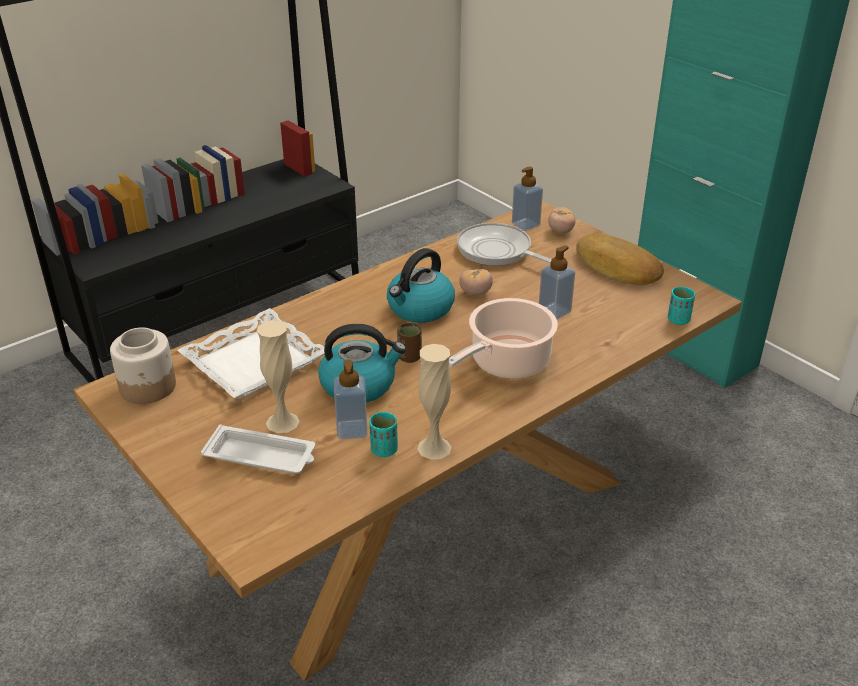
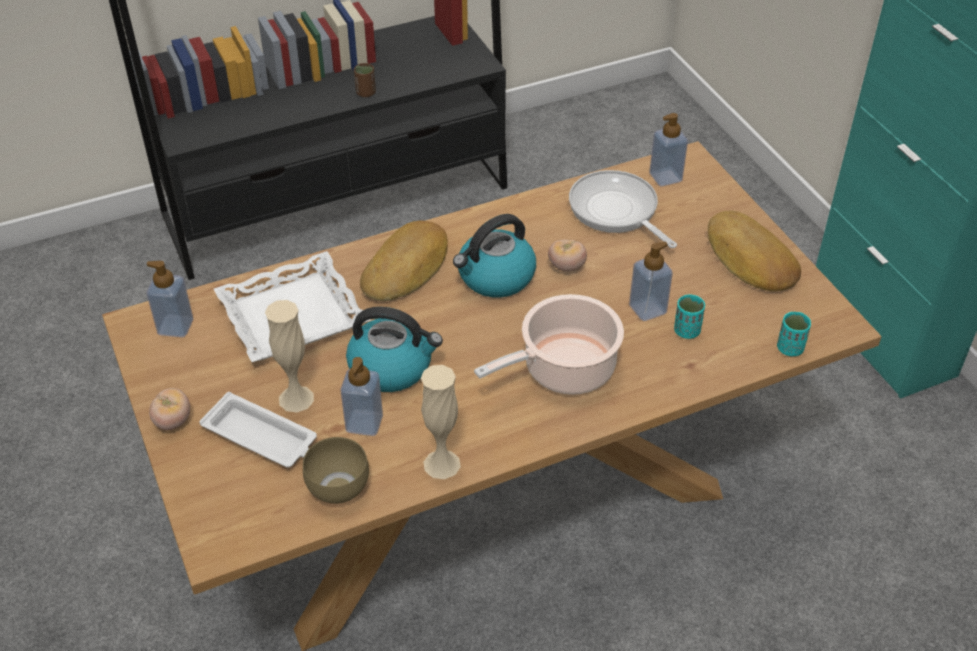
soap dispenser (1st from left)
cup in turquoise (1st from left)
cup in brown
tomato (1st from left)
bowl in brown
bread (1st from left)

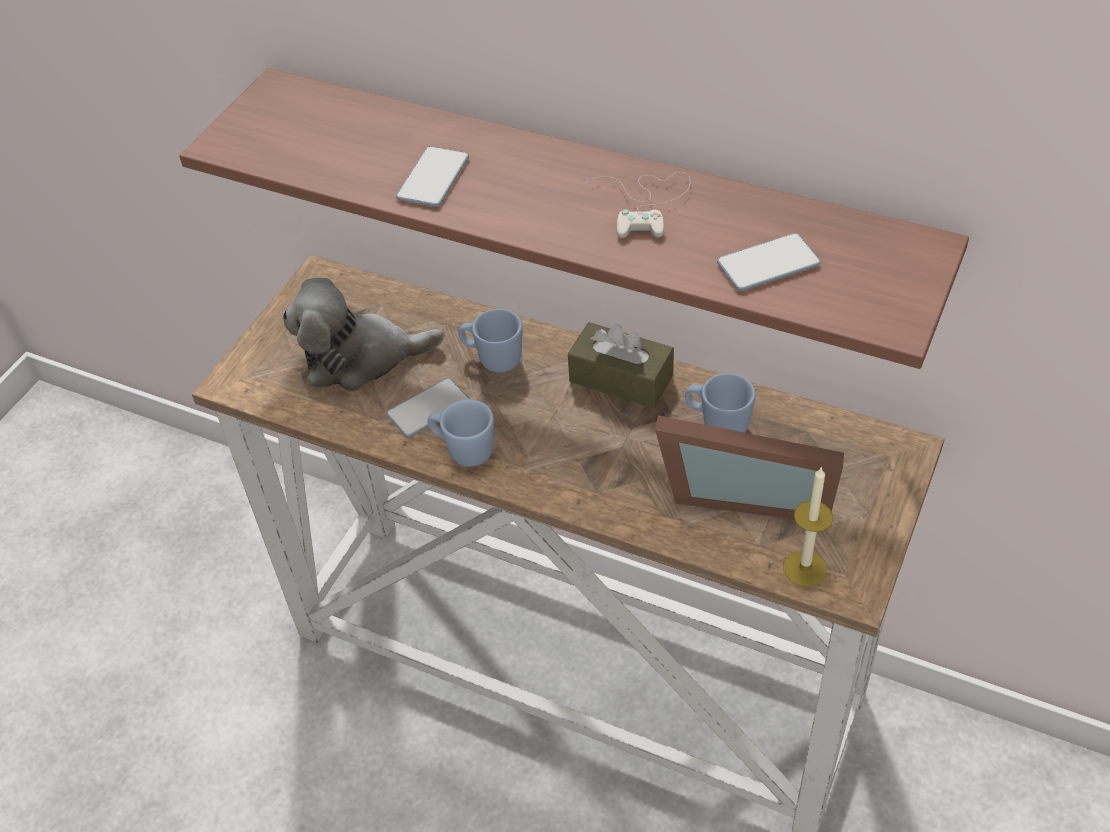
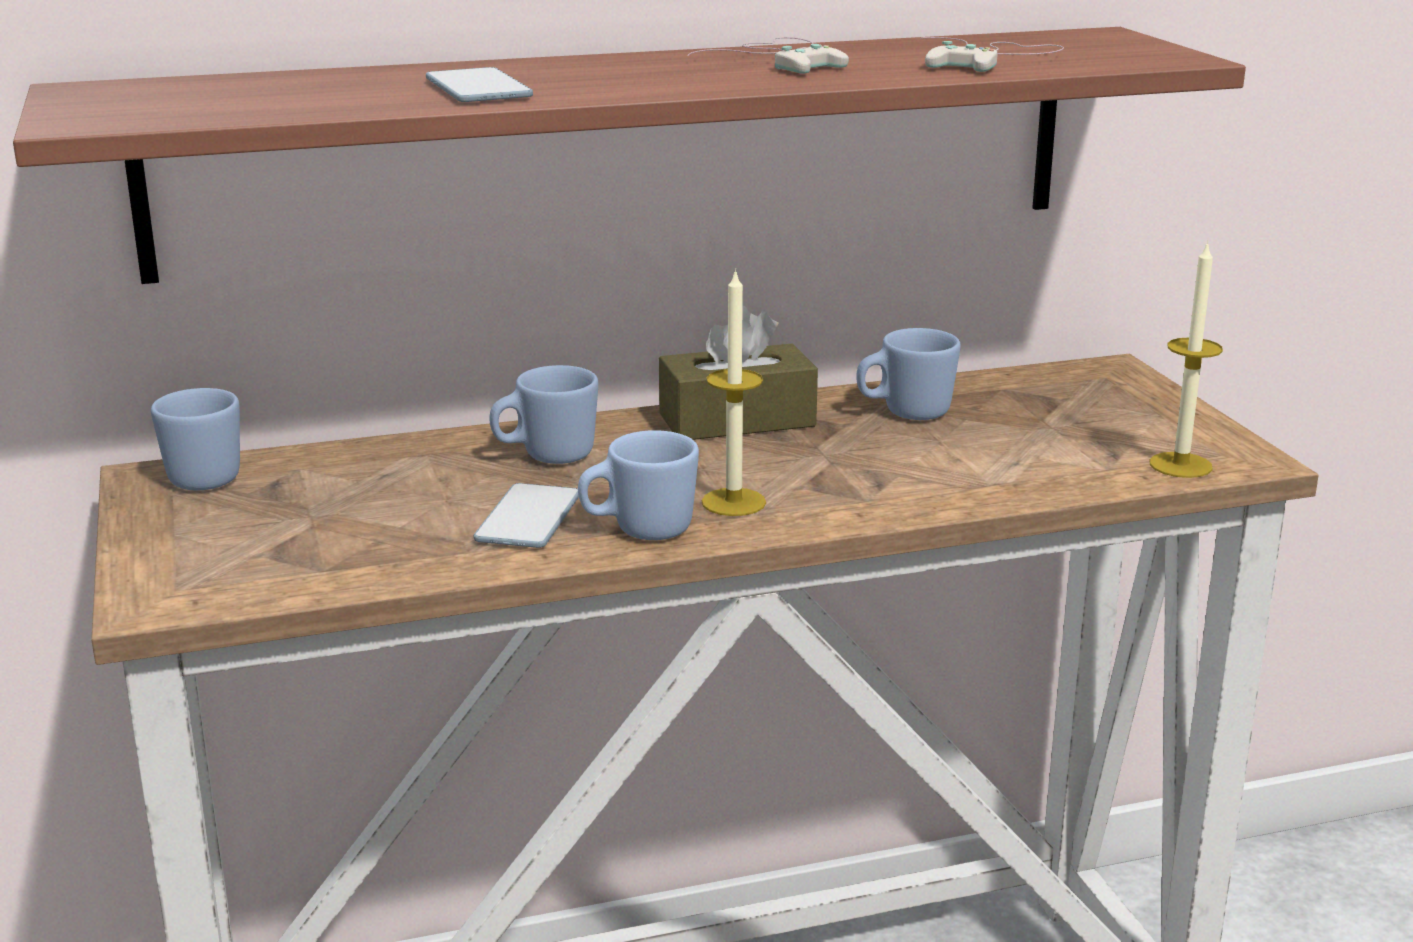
plush toy
picture frame
game controller in white (2nd from left)
mug in blue (1st from left)
candle (1st from left)

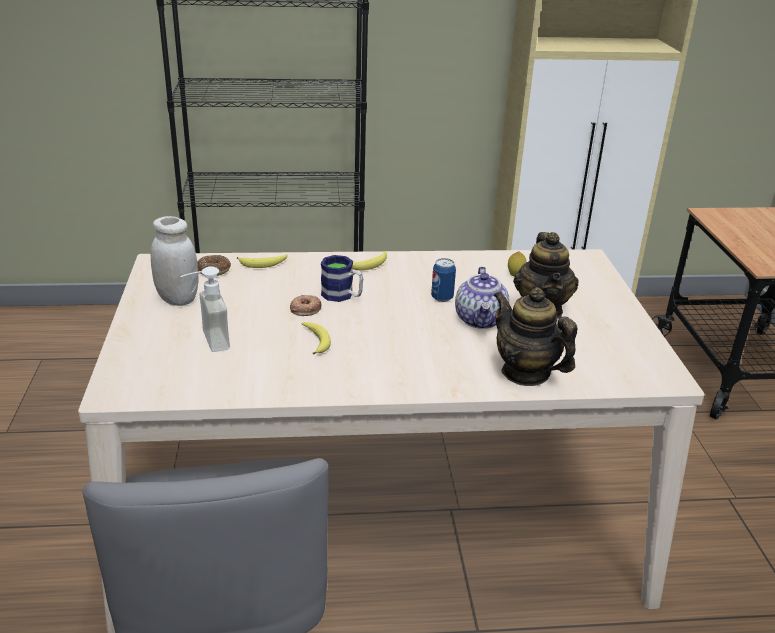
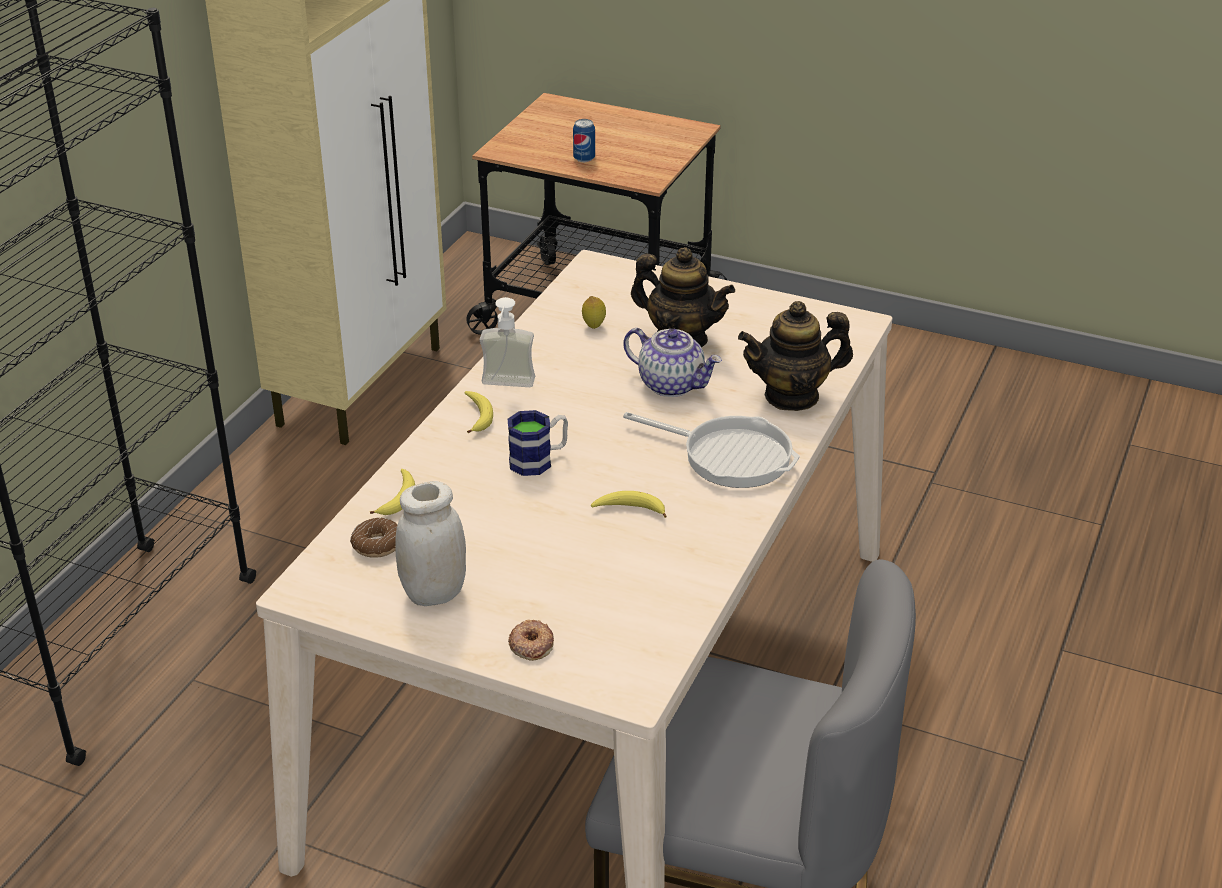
soap dispenser
donut (2nd from left)
can
frying pan

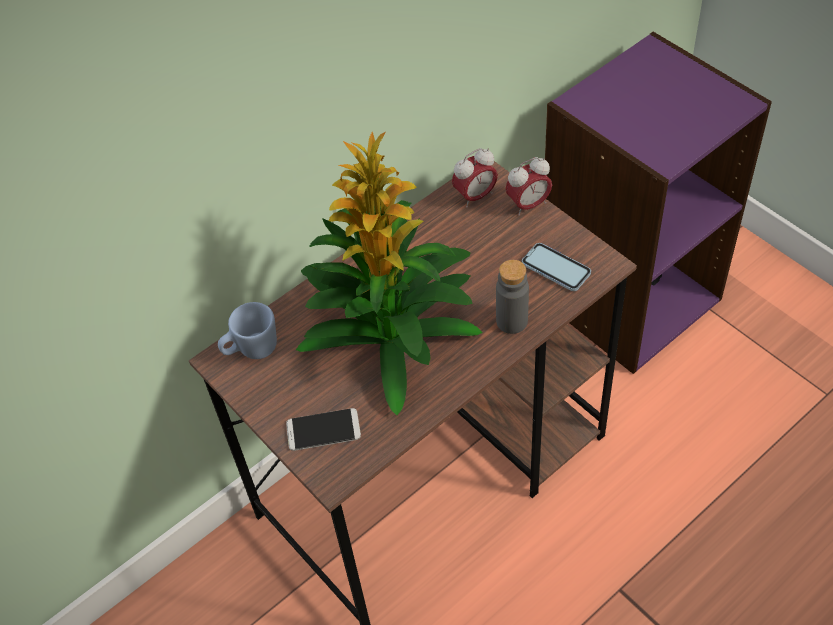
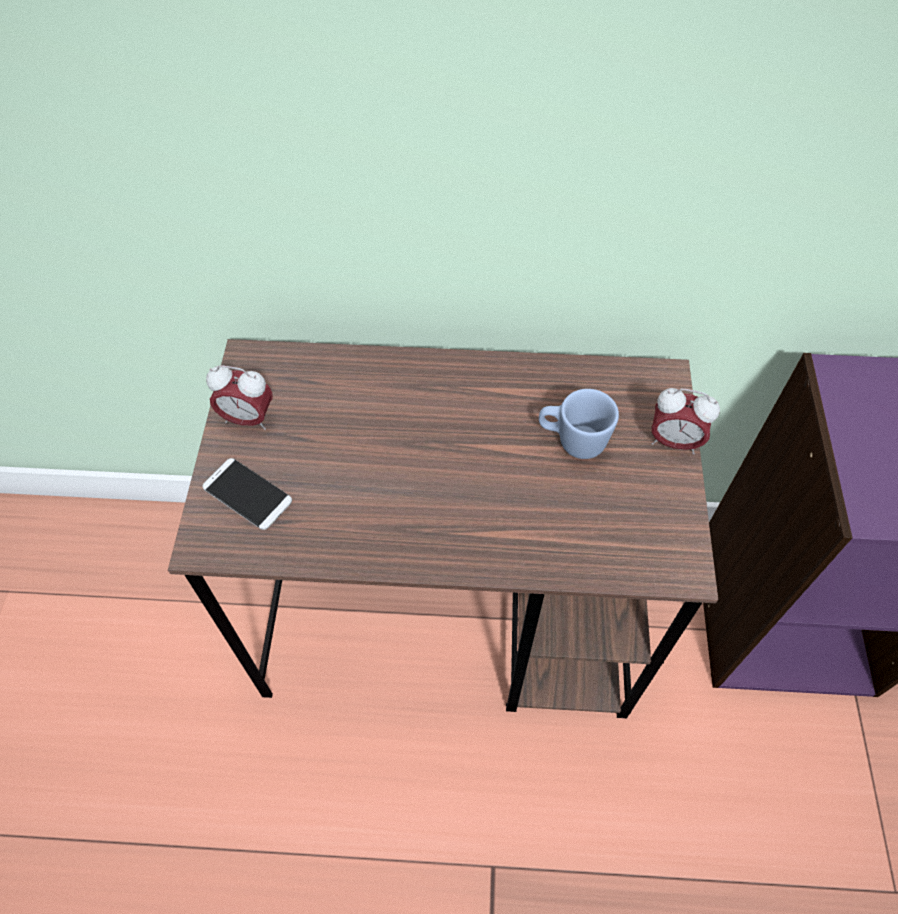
mug in blue
potted plant
alarm clock (1st from left)
bottle in grey
phone (2nd from left in the first image)

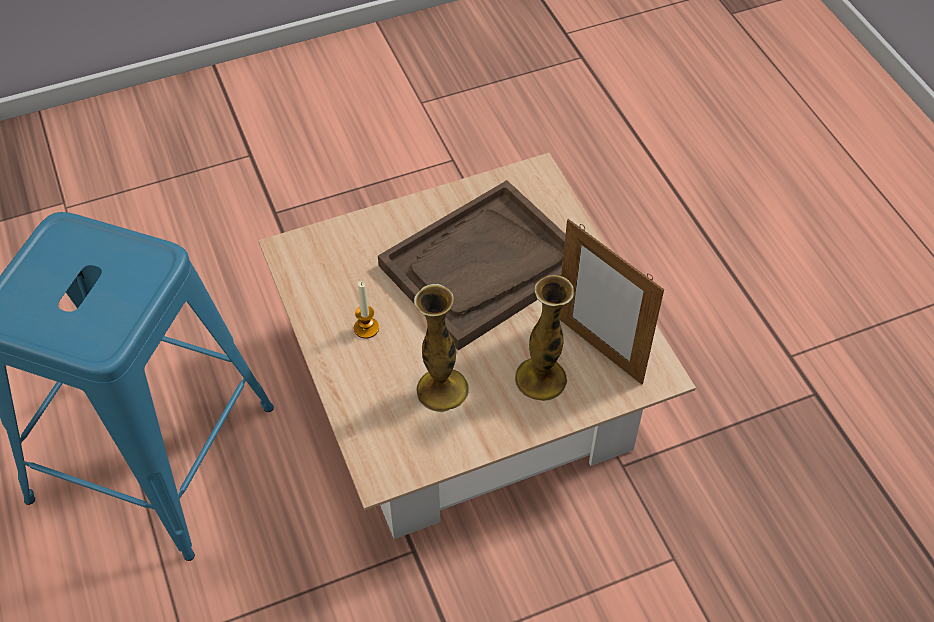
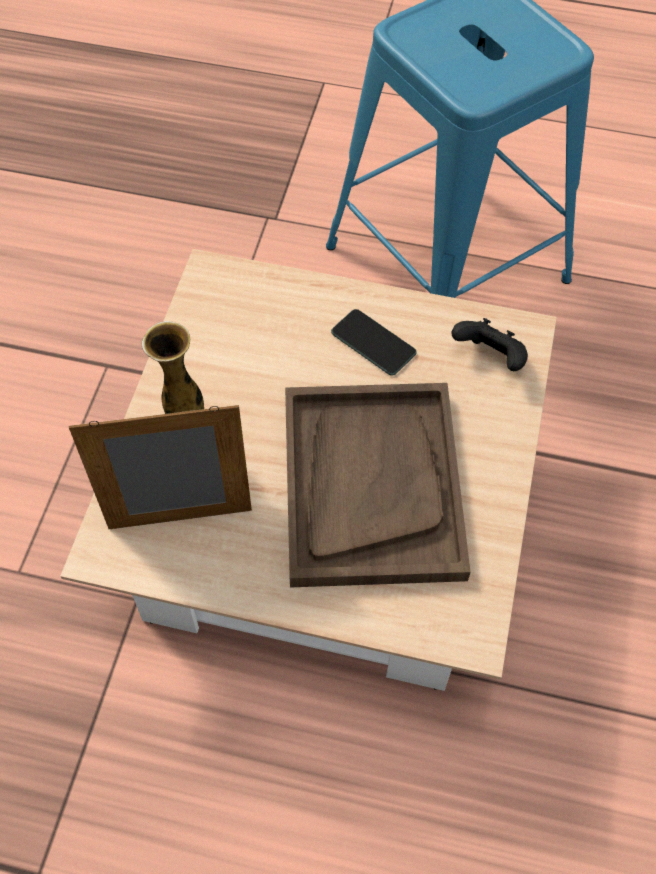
phone
vase (1st from left in the first image)
game controller in black

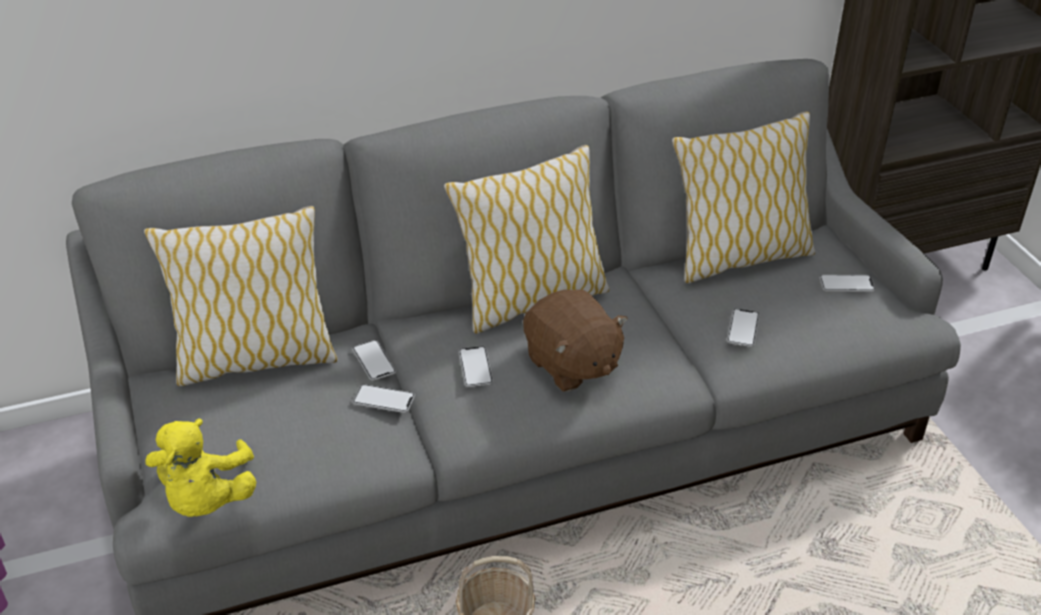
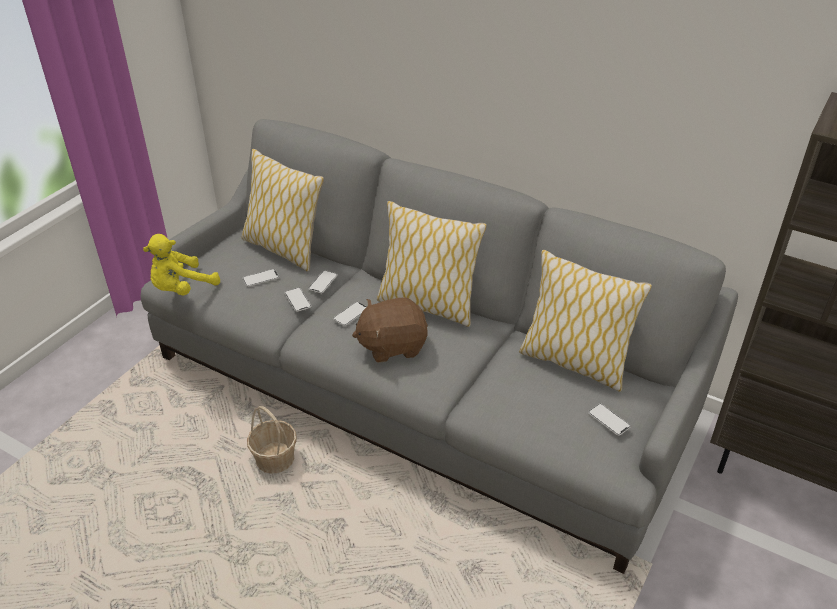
plush toy in brown
phone (1st from left)

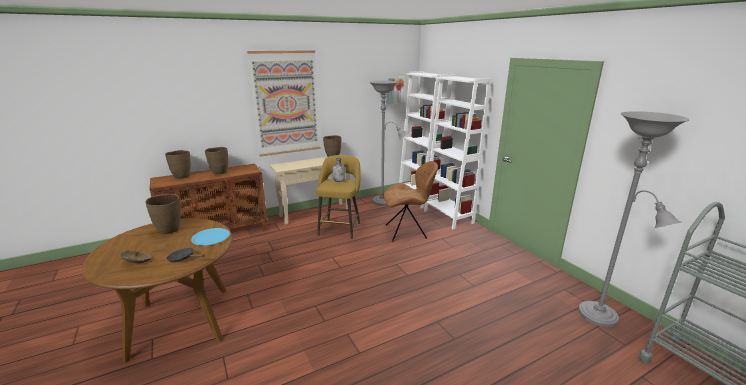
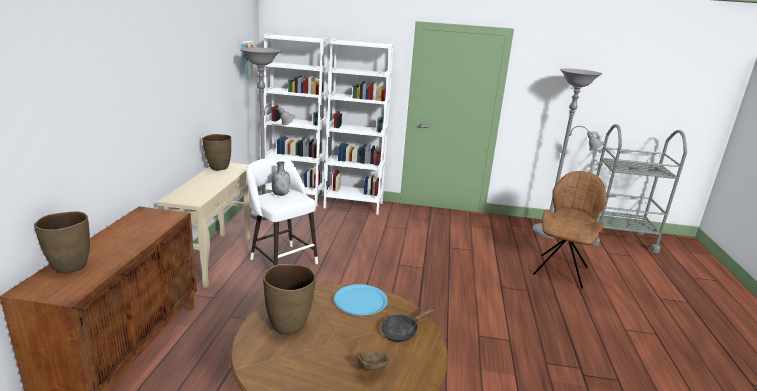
vase in brown (3rd from left in the first image)
picture (1st from left in the first image)
stool in white
chair in brown

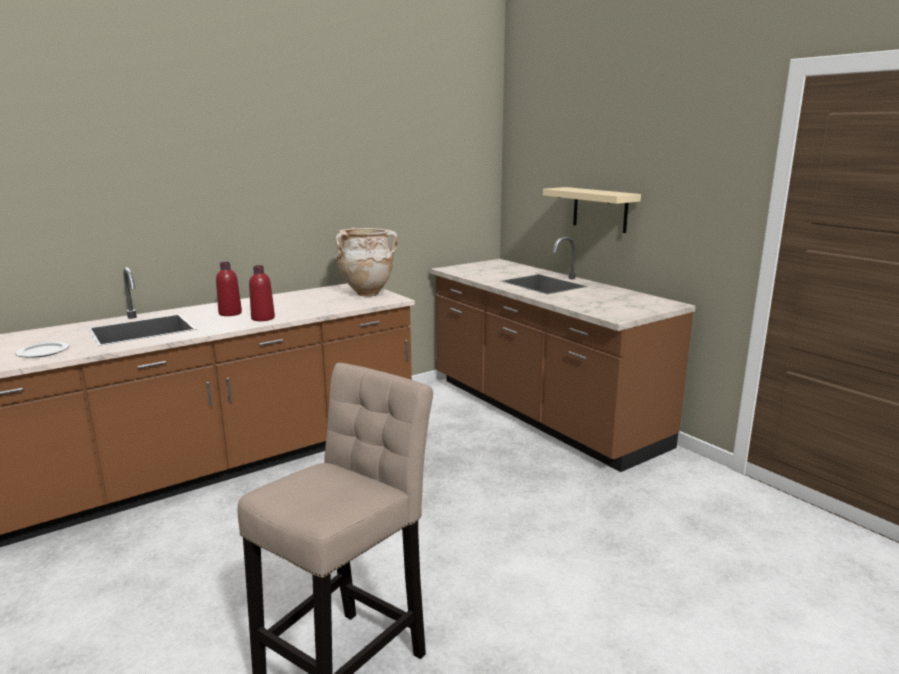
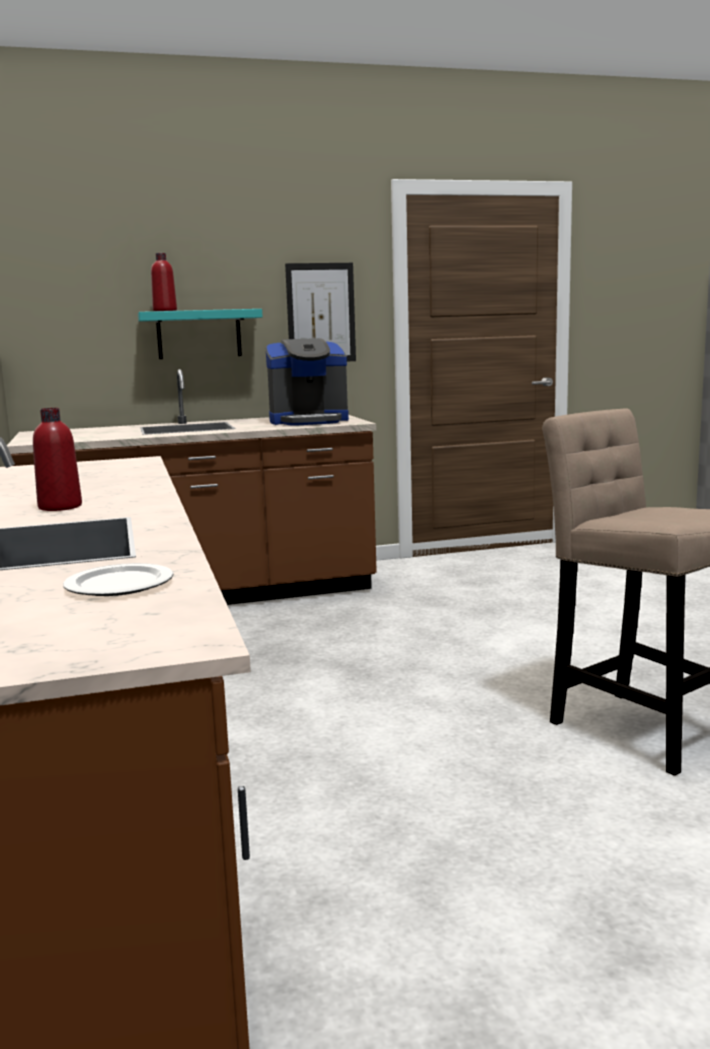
bottle in red (2nd from left)
vase in beige
shelf in turquoise
coffee machine
picture

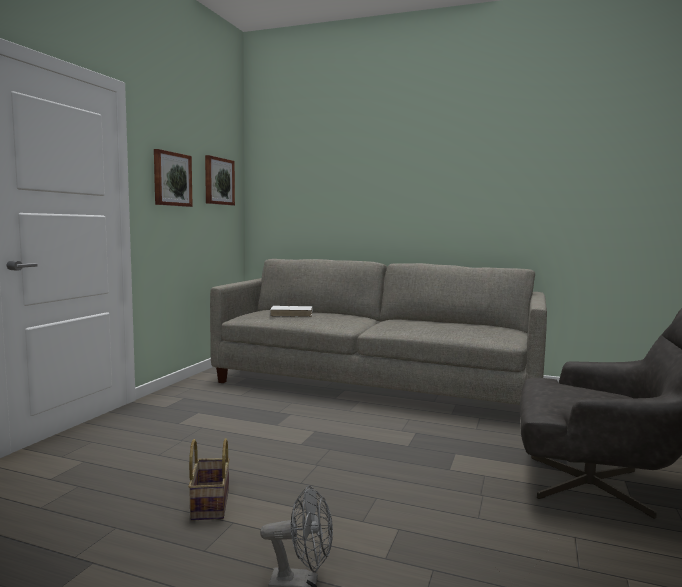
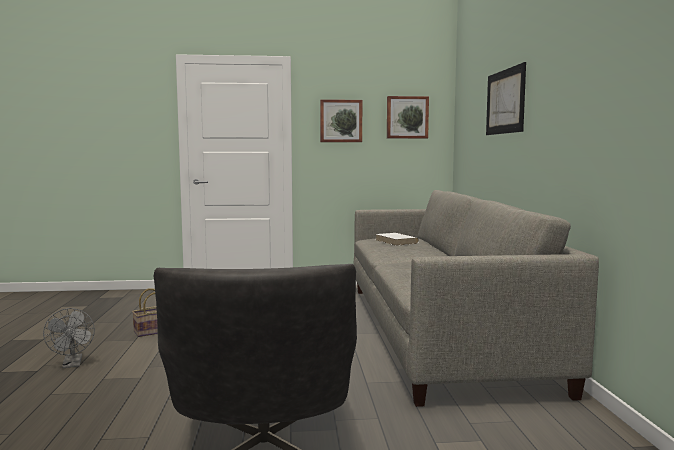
picture (3rd from left)

